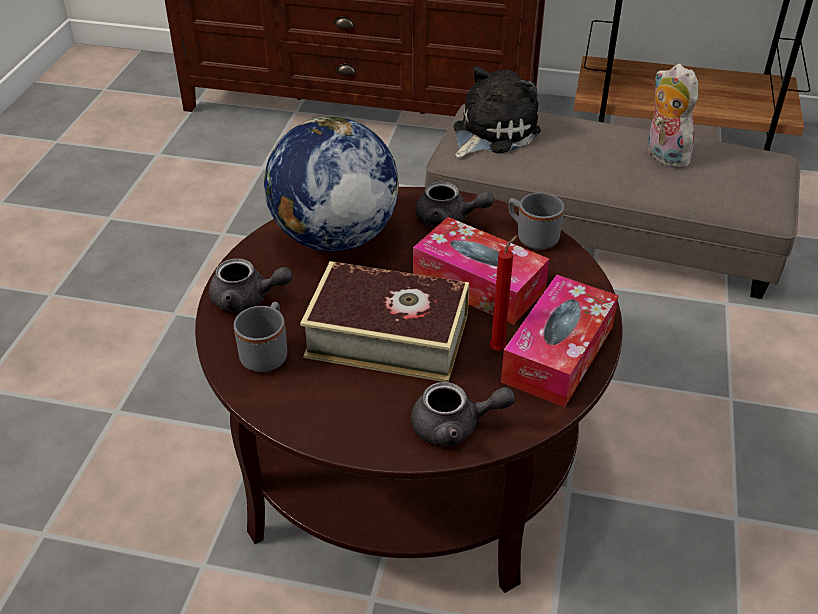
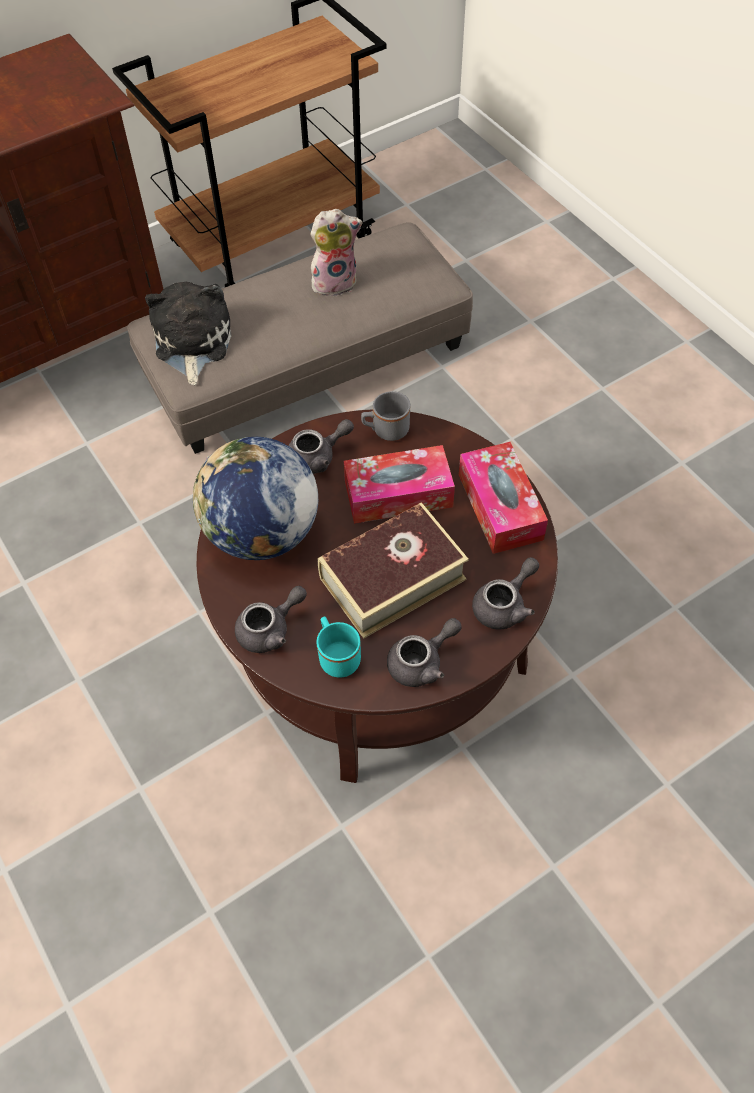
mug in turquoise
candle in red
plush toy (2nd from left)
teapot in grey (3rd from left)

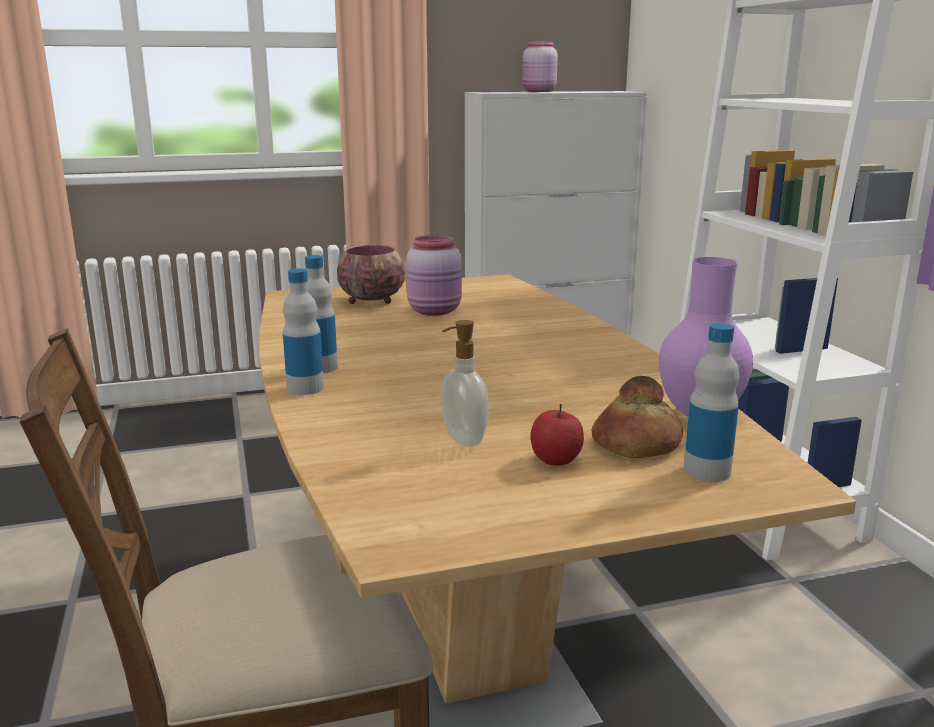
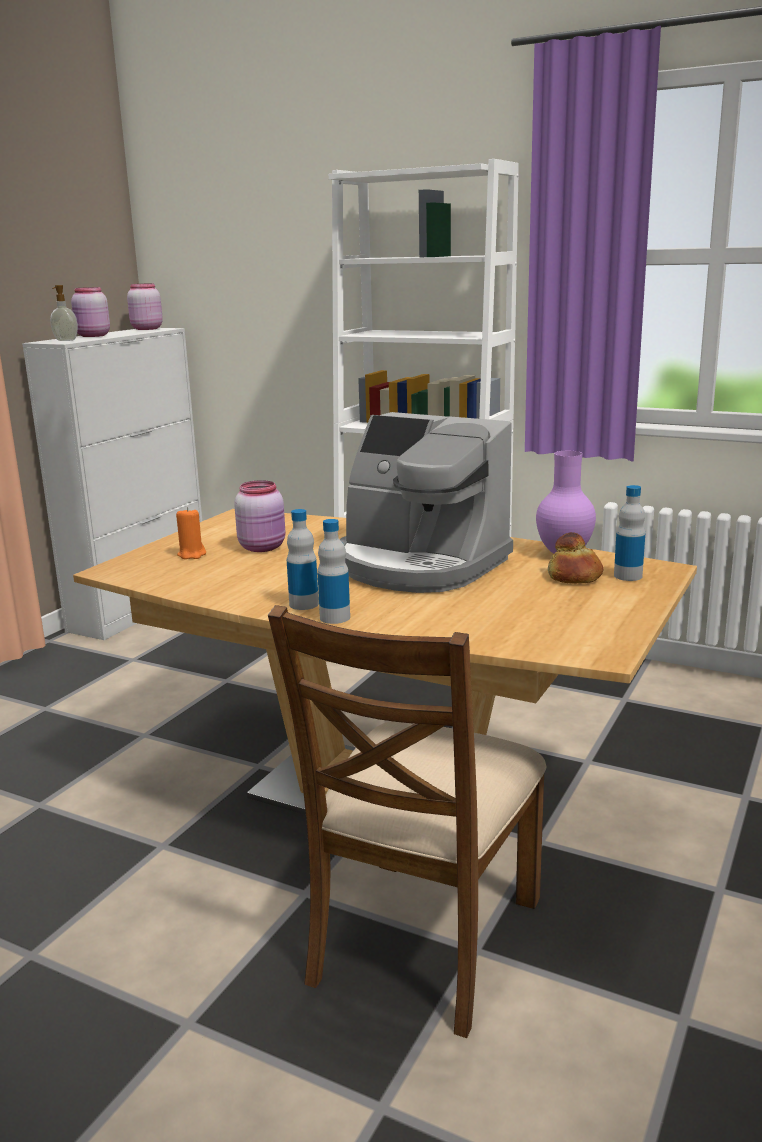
candle in orange
soap dispenser
apple
jar in pink (2nd from left)
coffee machine

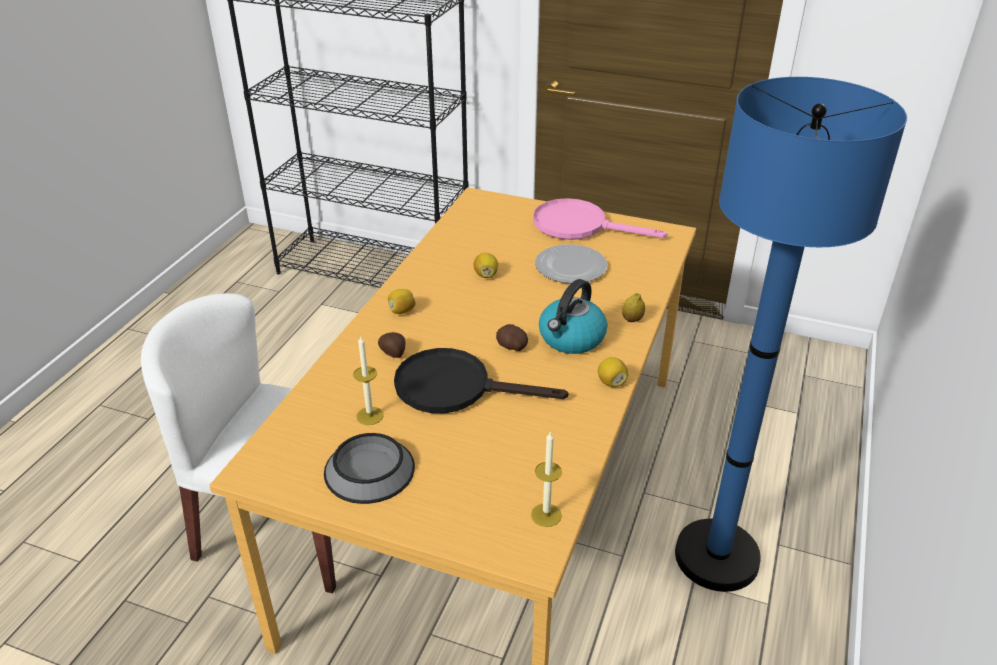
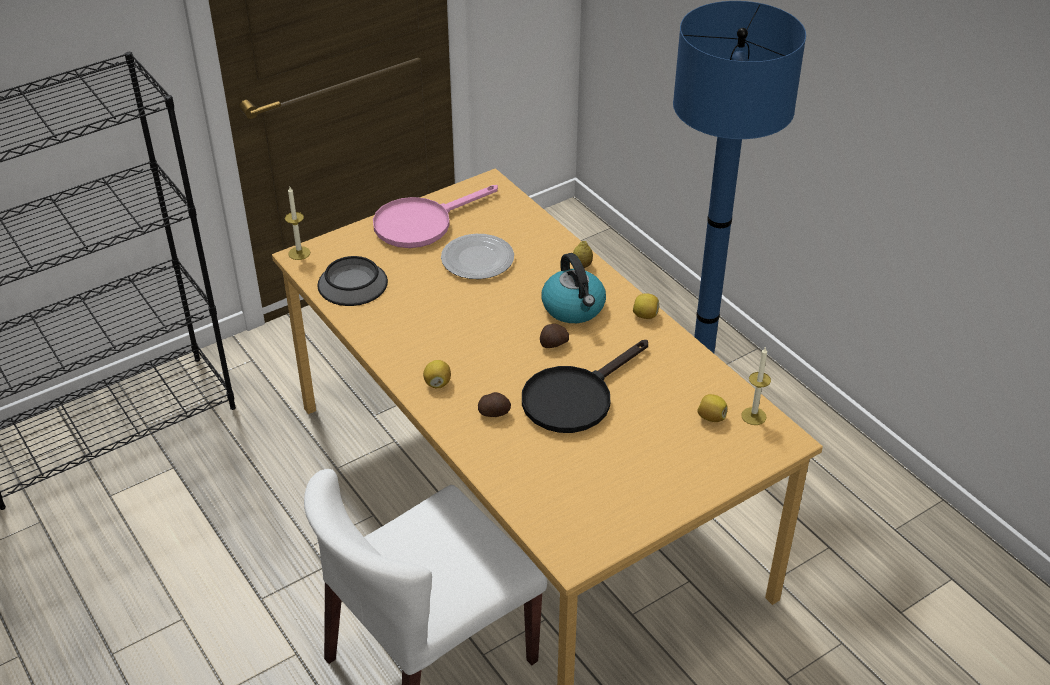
bowl
candle (1st from left)
lemon (4th from left)

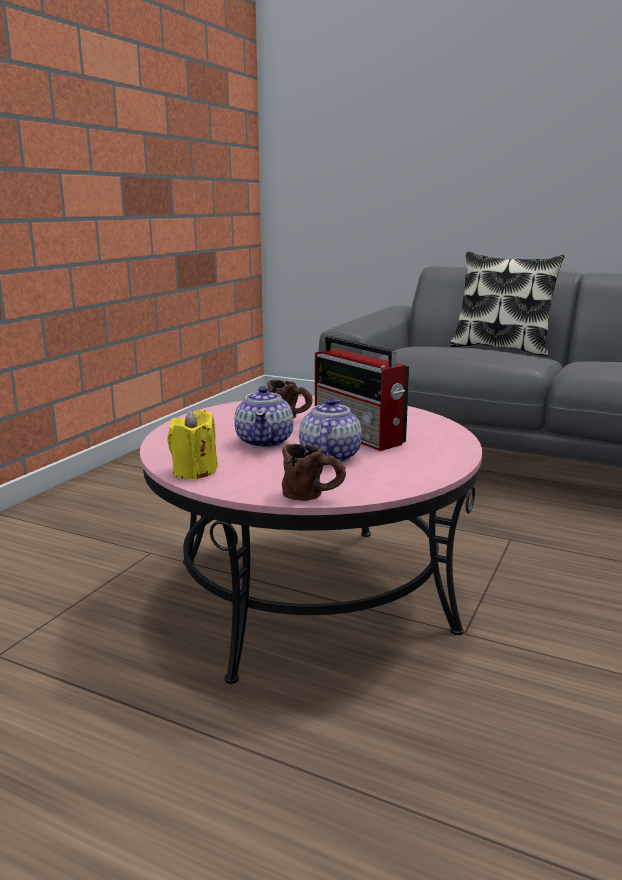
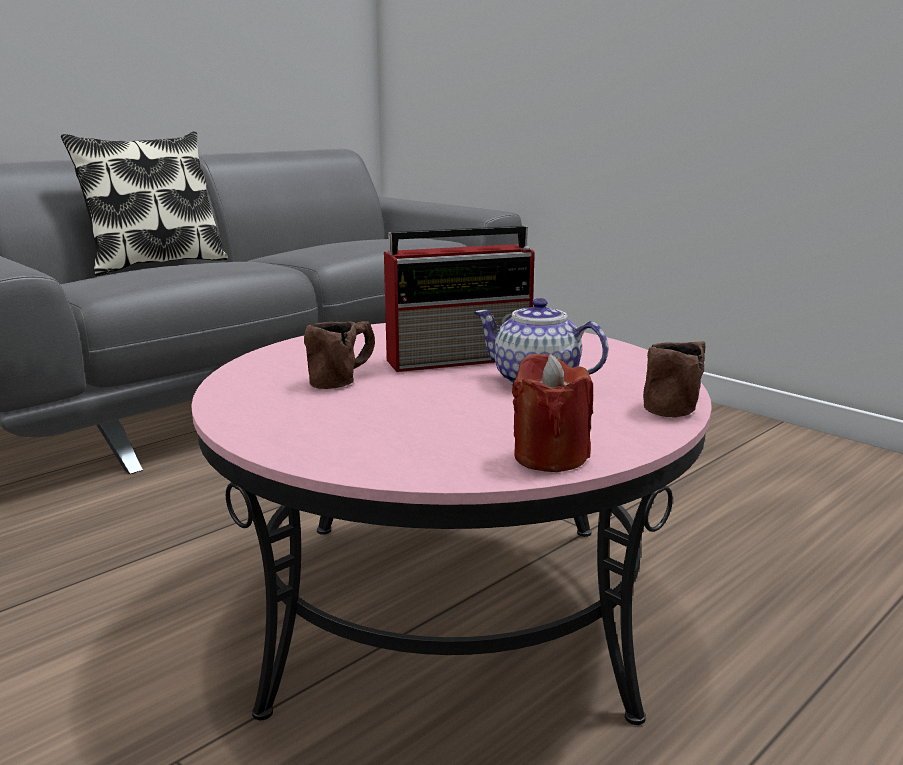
candle in red
teapot (1st from left in the first image)

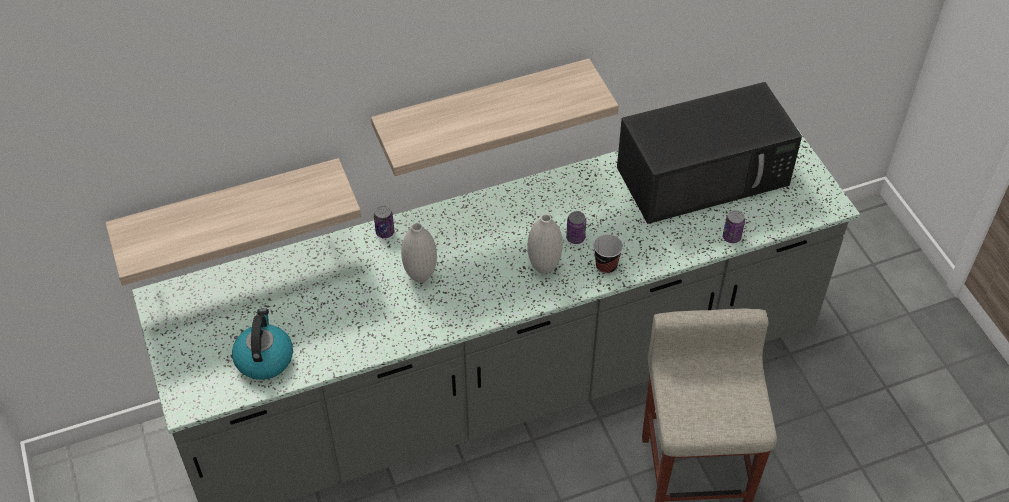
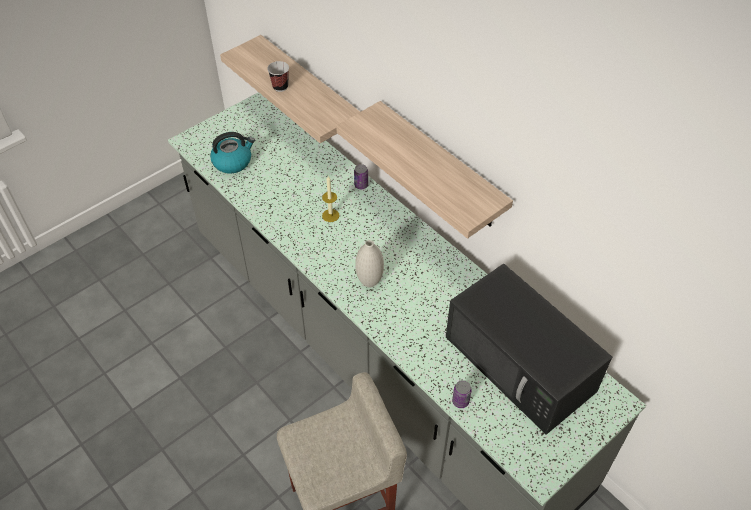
candle
can (2nd from left in the first image)
cup

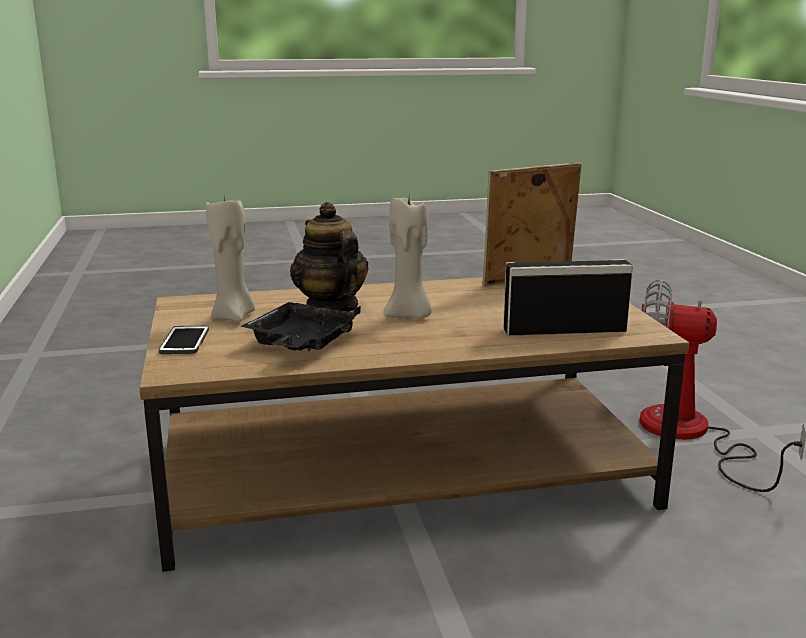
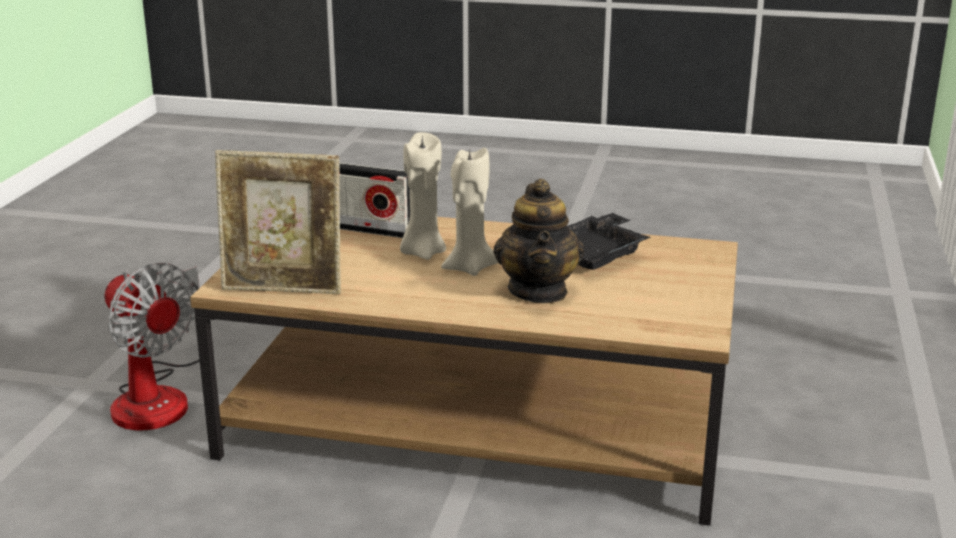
phone
candle in beige (1st from left)

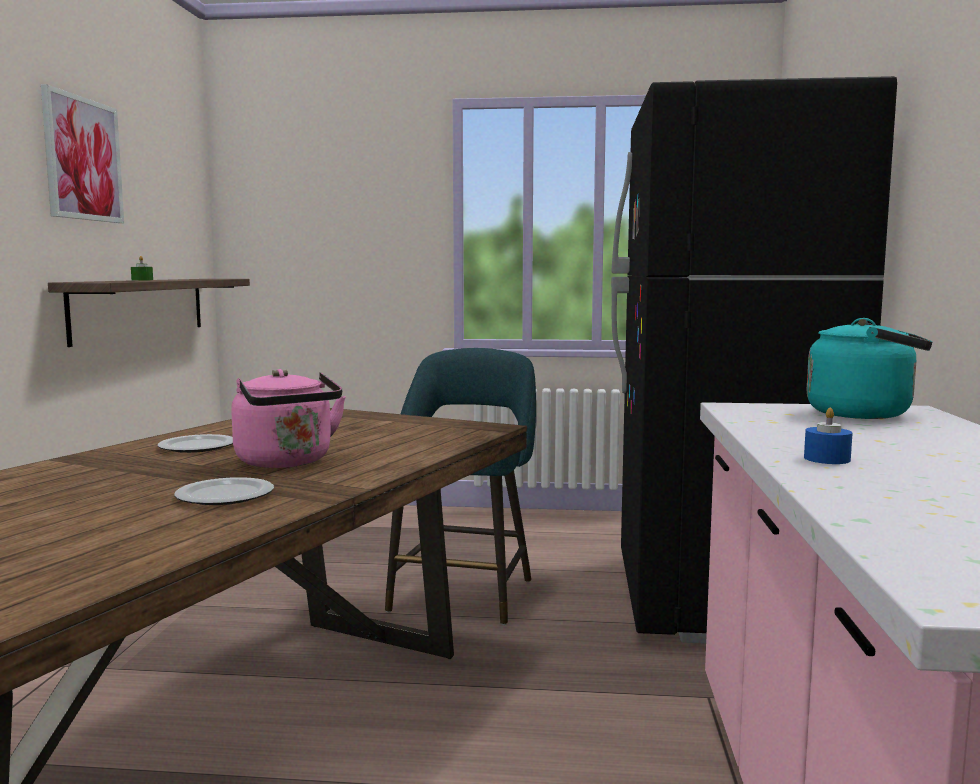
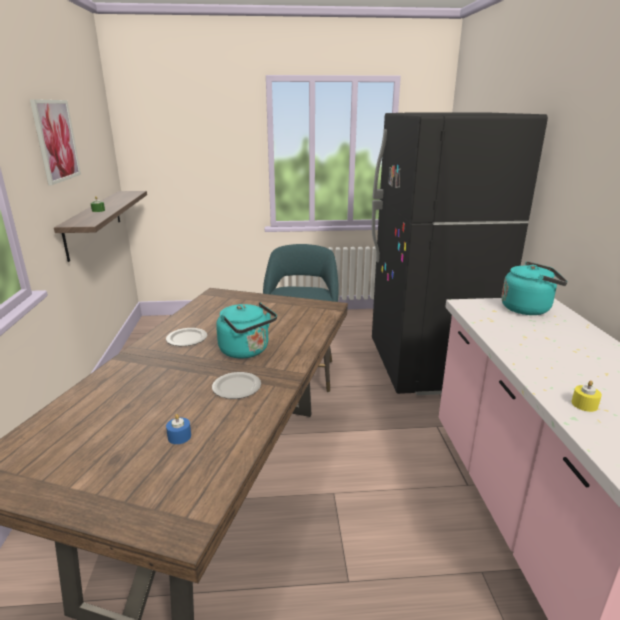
kettle in turquoise (1st from left)
candle in blue
candle in yellow

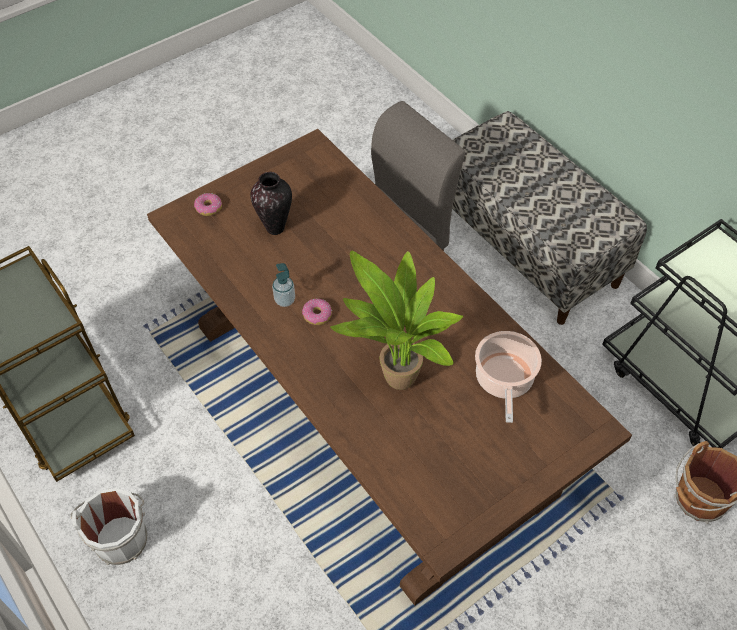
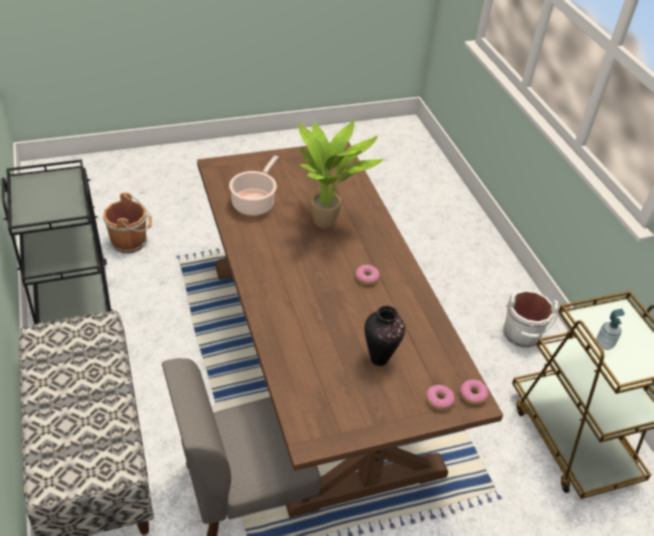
soap dispenser
donut (3rd from left)

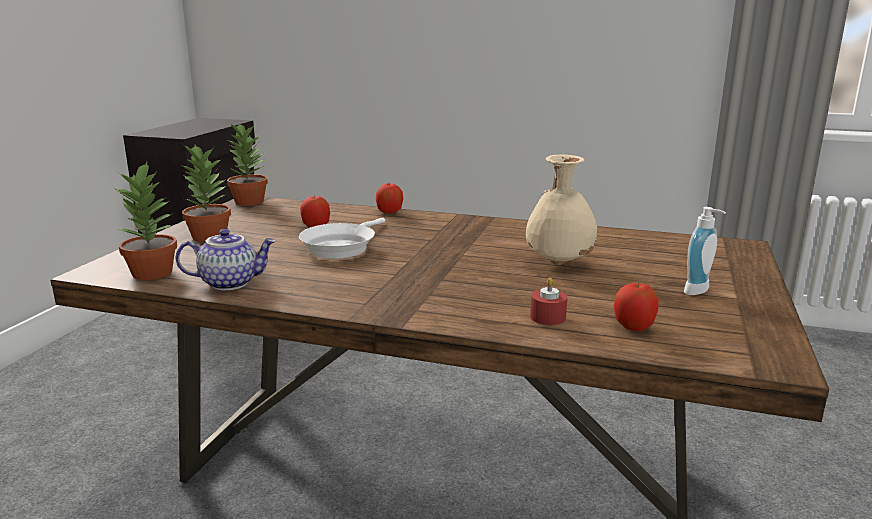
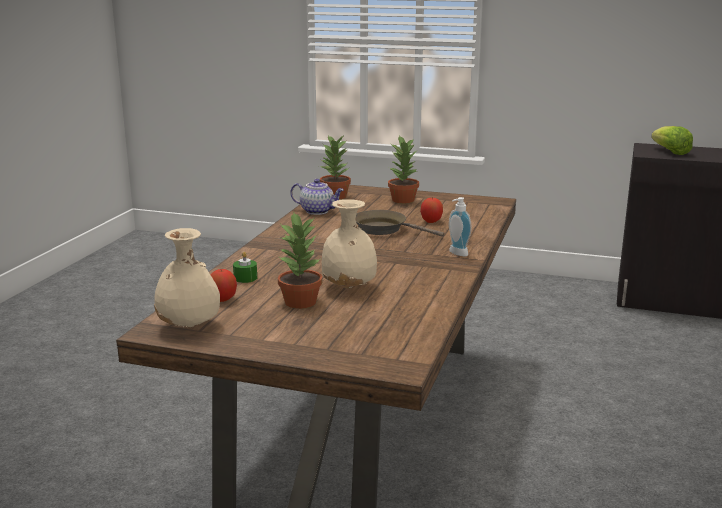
teapot
potted plant (1st from left)
frying pan in brown
apple (2nd from left in the first image)
candle in green
soap dispenser
vase in beige (1st from left)
lettuce

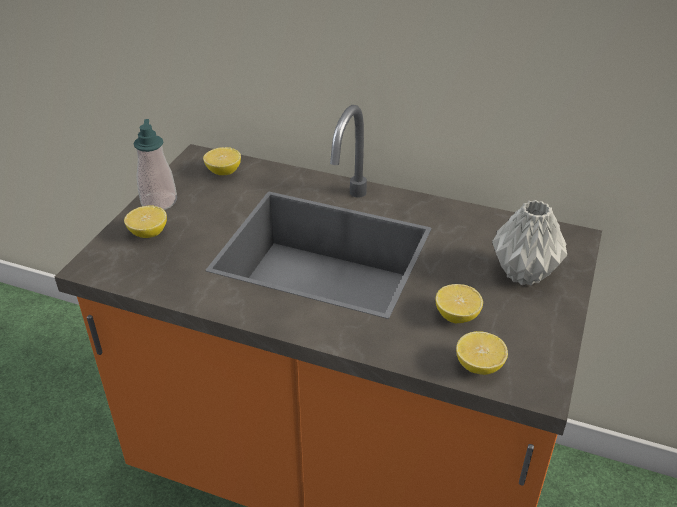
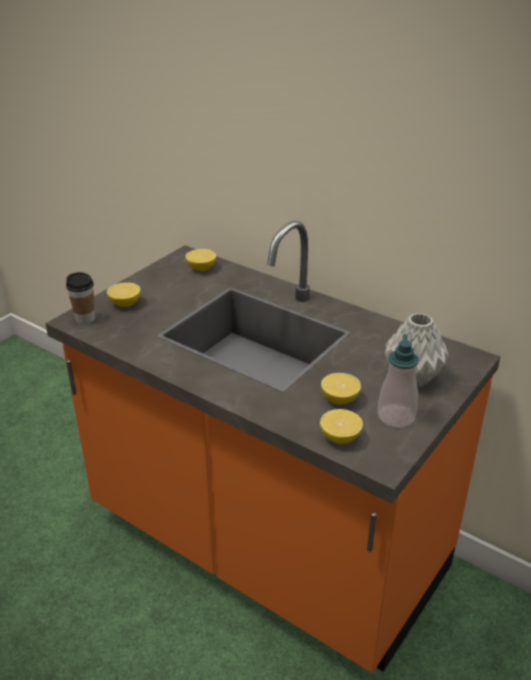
soap dispenser
cup

